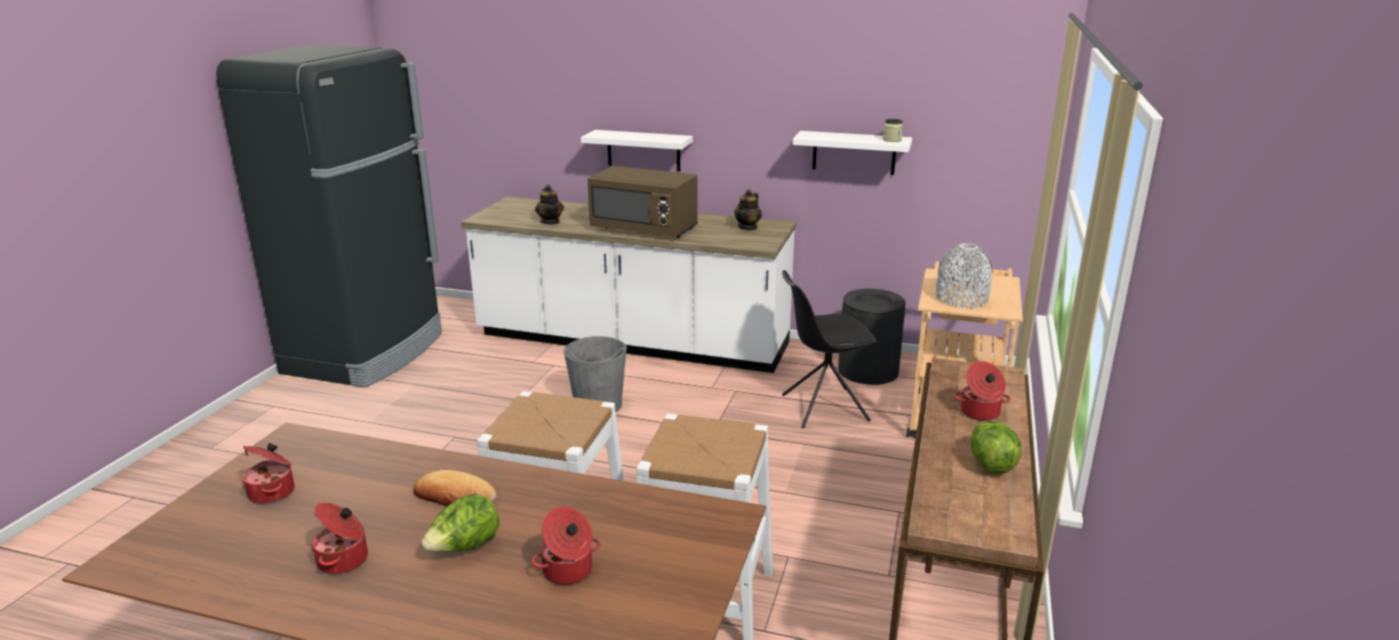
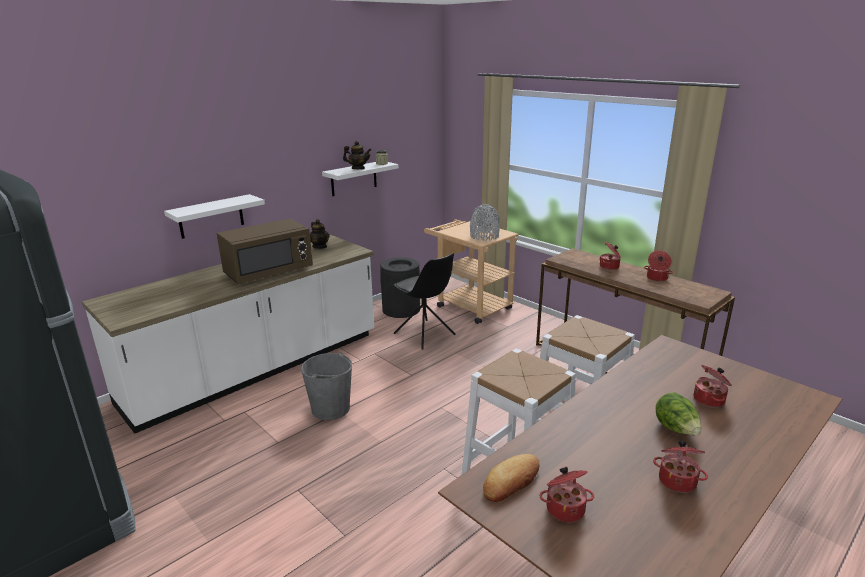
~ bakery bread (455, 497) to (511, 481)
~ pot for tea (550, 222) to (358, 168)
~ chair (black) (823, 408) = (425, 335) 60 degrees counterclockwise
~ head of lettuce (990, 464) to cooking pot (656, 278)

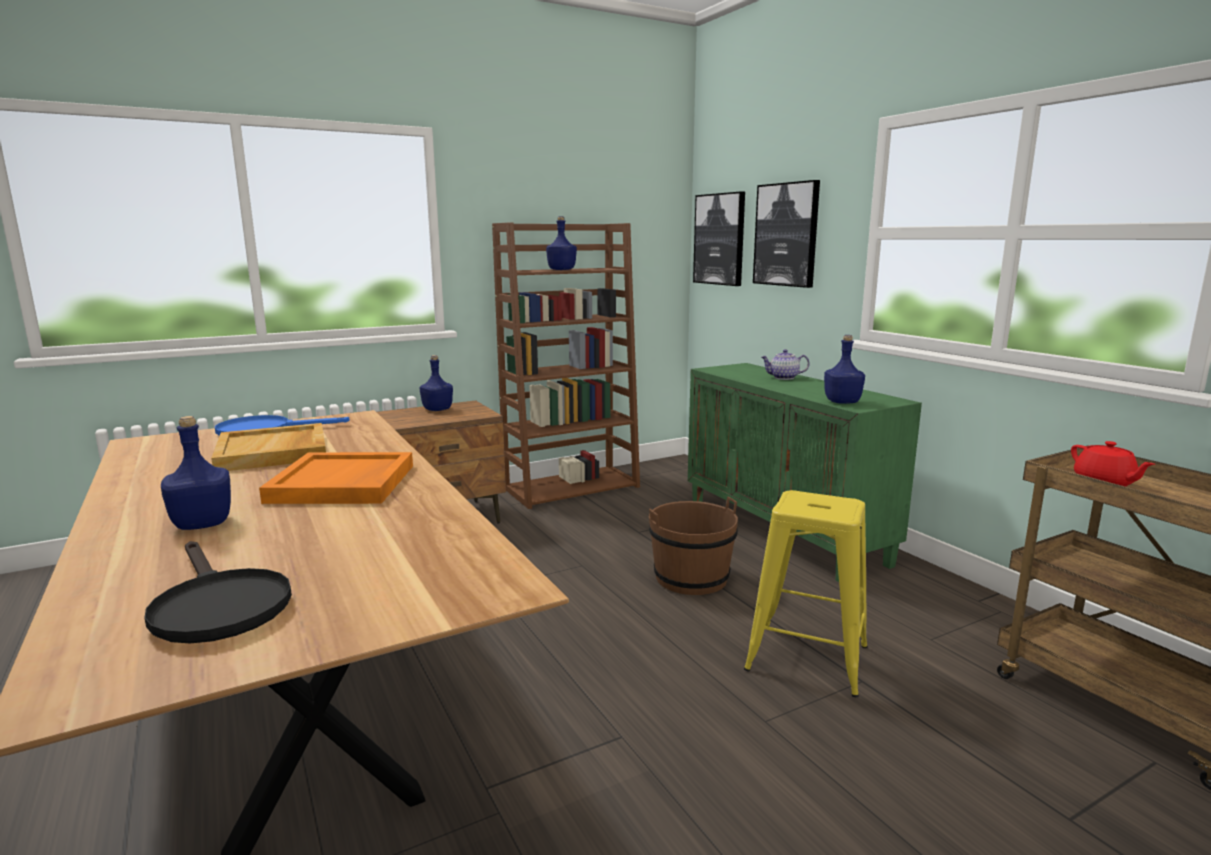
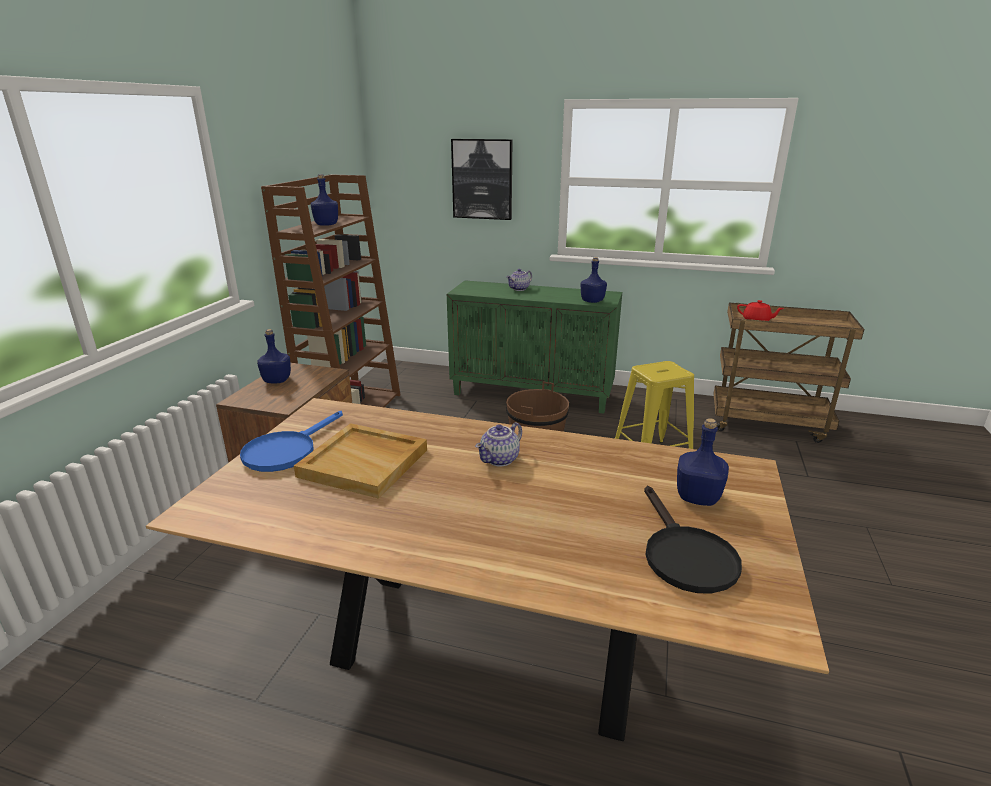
~ pan (black) (217, 605) = (684, 554) 75 degrees clockwise
~ beverage bottle (bluish) (203, 524) to (698, 497)
~ serving tray (orangey) (343, 484) to pot for tea (500, 460)
- wall art (720, 239)

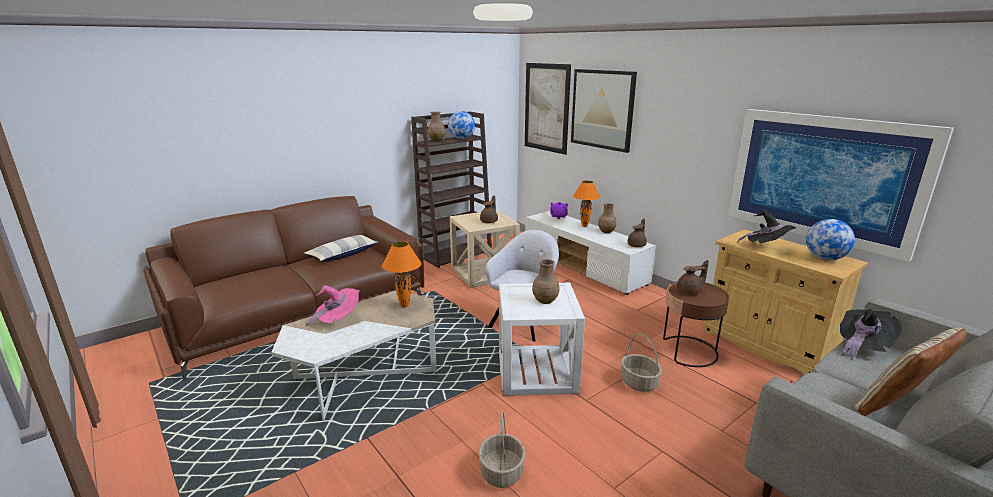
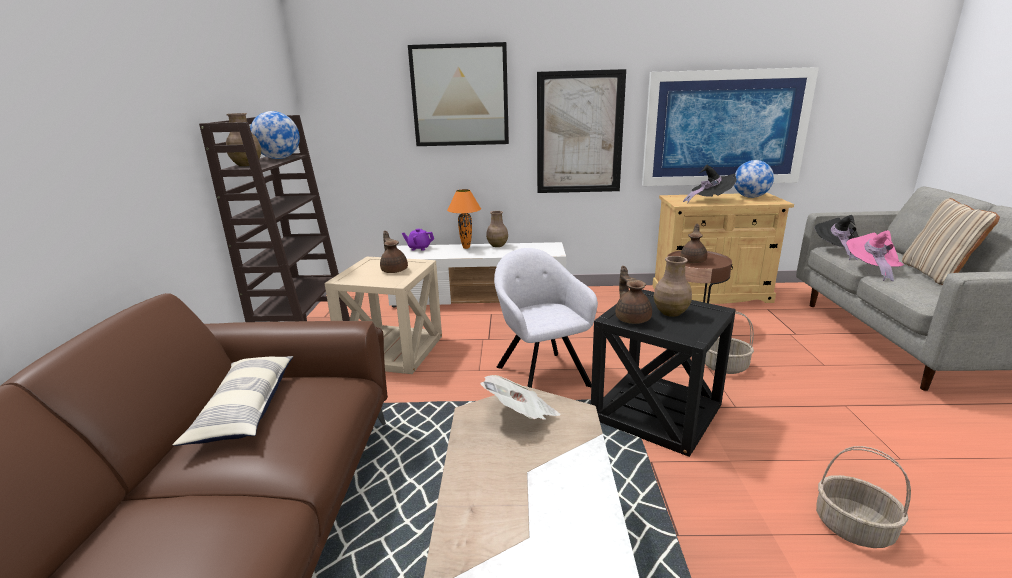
~ hat (pink) (338, 320) to (871, 269)
~ tabletop lamp (orangey) (405, 305) to newspaper (521, 415)
~ end table (white-coloured) (536, 371) to end table (black) (656, 412)
~ wall art (546, 108) to (579, 133)
~ pot for tea (brown) (637, 245) to (632, 318)

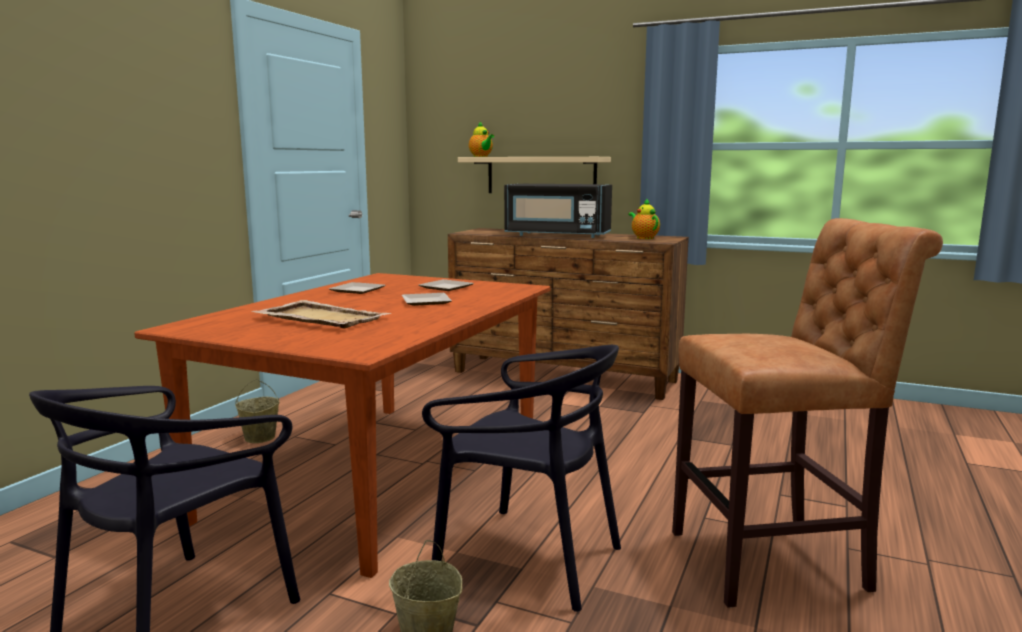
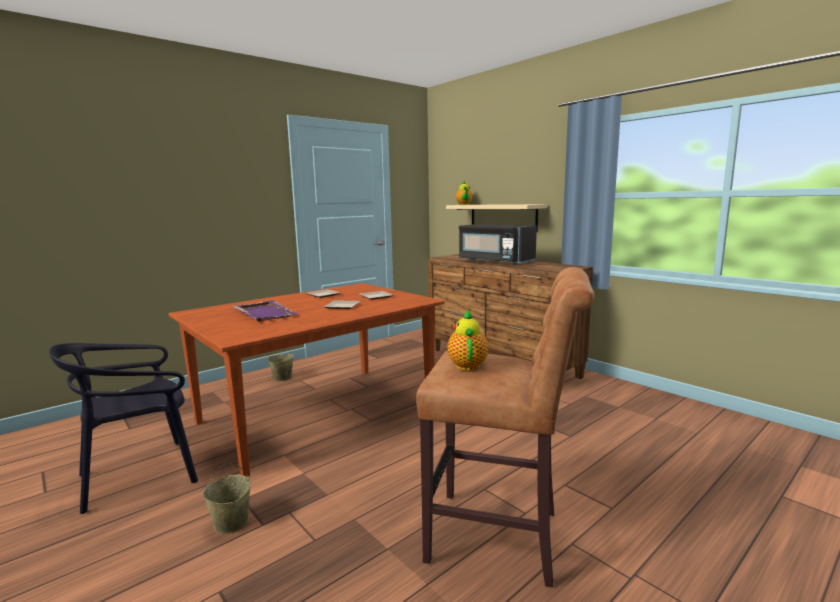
~ serving tray (beige-coloured) (321, 318) to serving tray (purple-coloured) (264, 313)
- chair (black) (528, 558)
~ pot for tea (644, 238) to (467, 365)

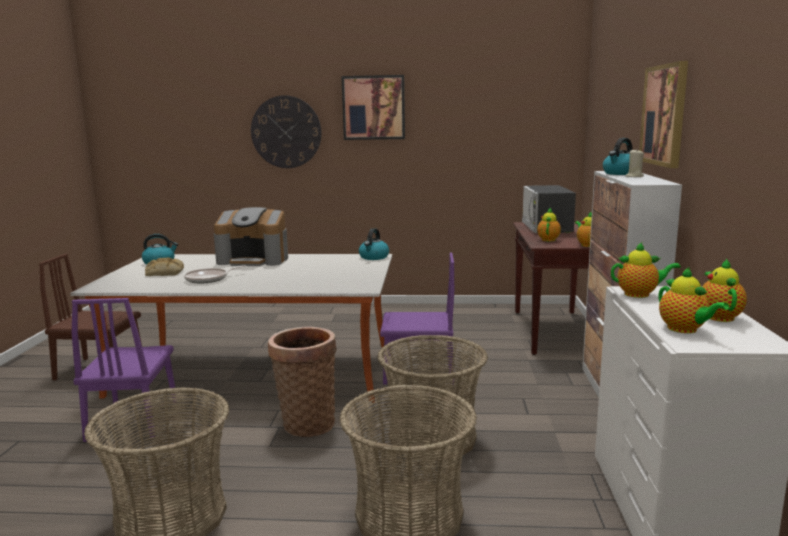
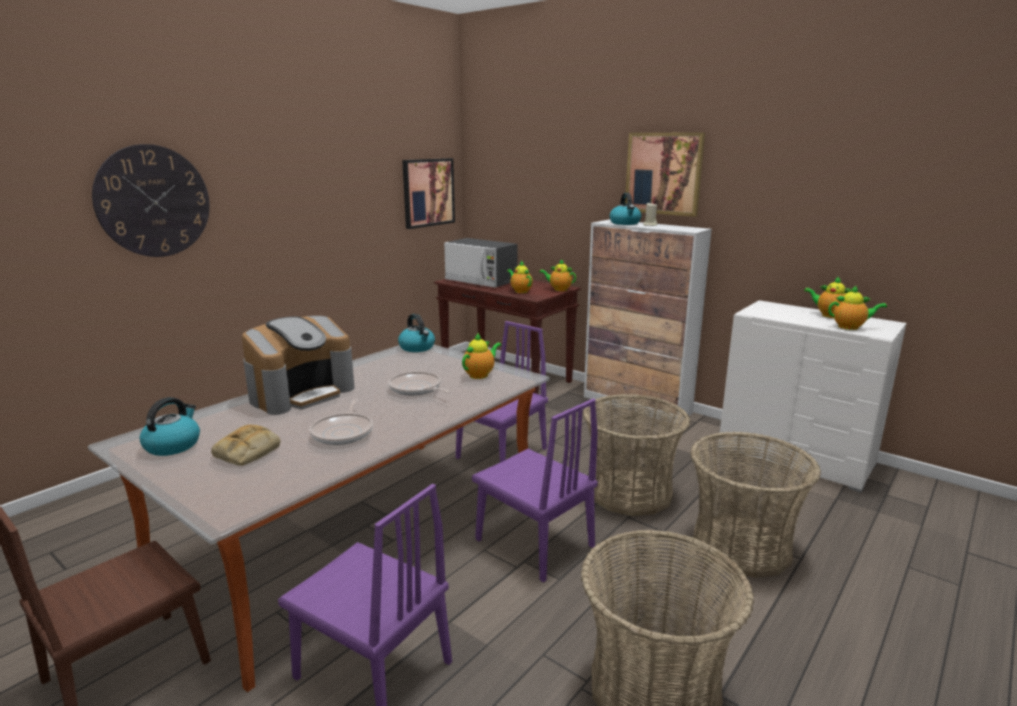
~ basket (306, 423) to chair (purple-coloured) (534, 542)
~ wall art (373, 107) to (428, 192)
~ pot for tea (639, 294) to (480, 375)
+ pan (416, 389)

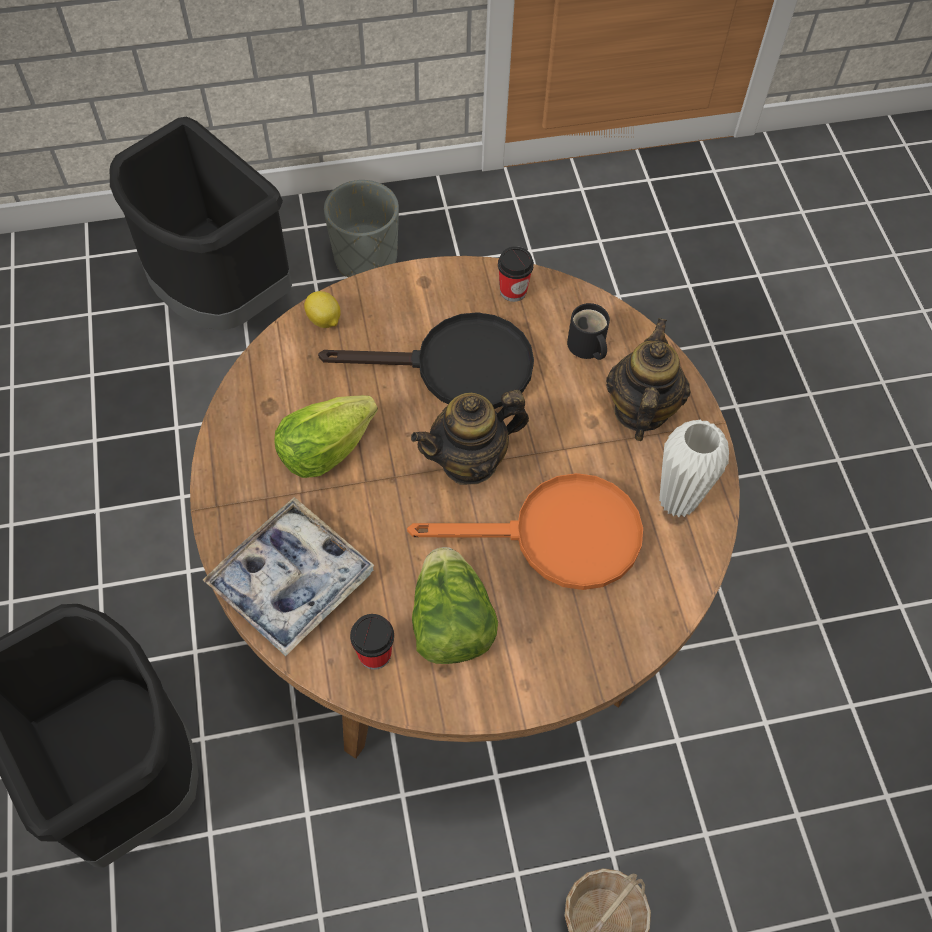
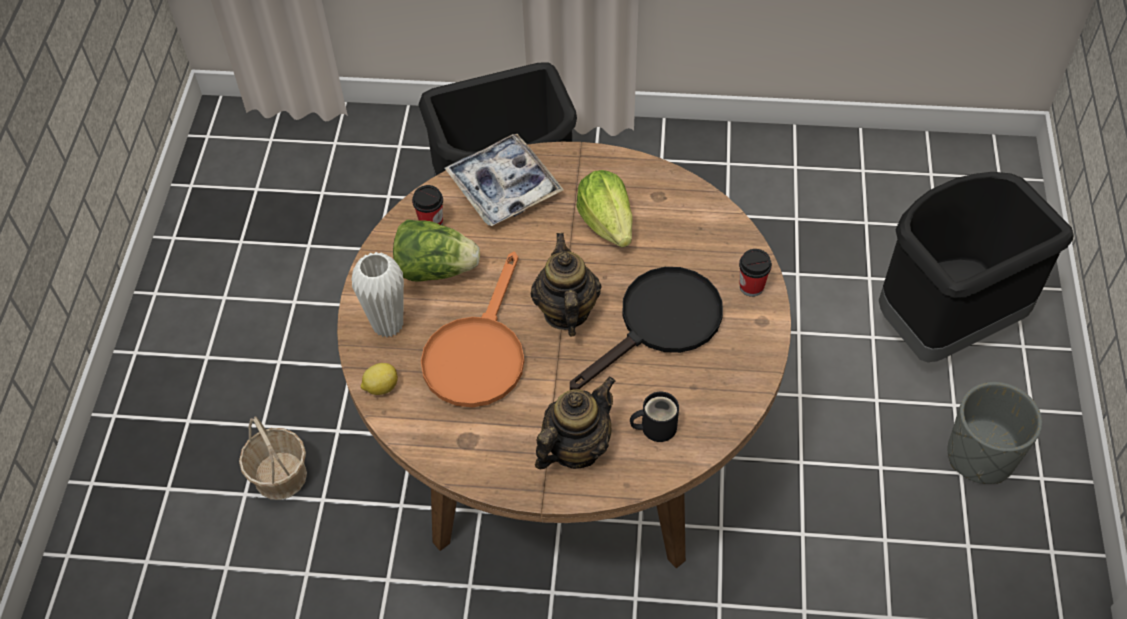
~ whole lemon (324, 320) to (380, 387)
~ pan (black) (457, 367) = (660, 324) 150 degrees counterclockwise
~ small cup (513, 291) to (751, 286)
~ pot for tea (640, 410) = (575, 448) 75 degrees counterclockwise
~ decorative vase (white-coloured) (677, 501) to (388, 325)

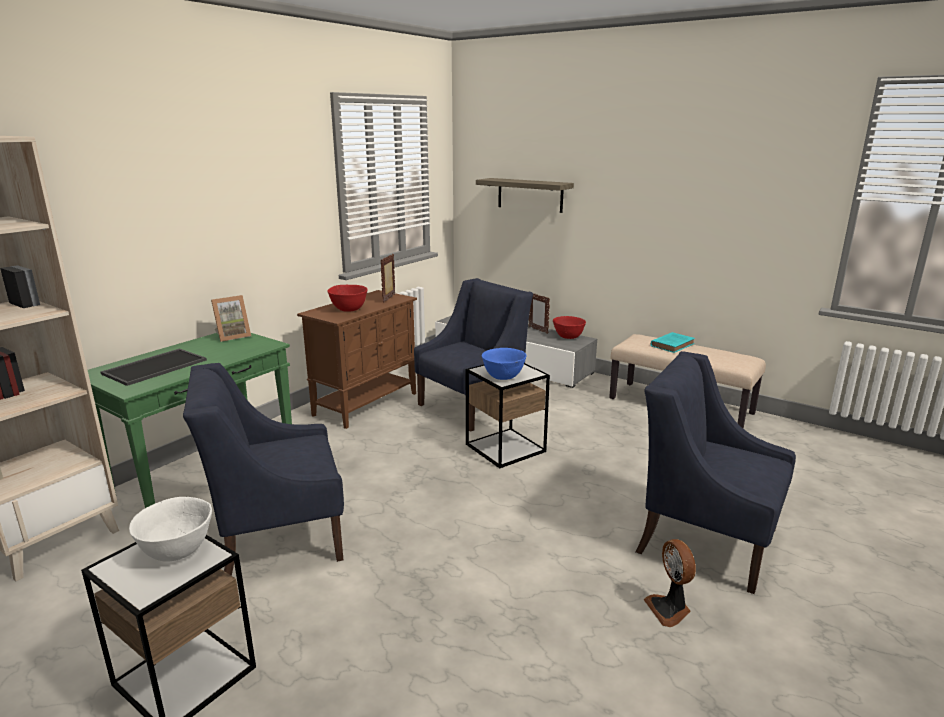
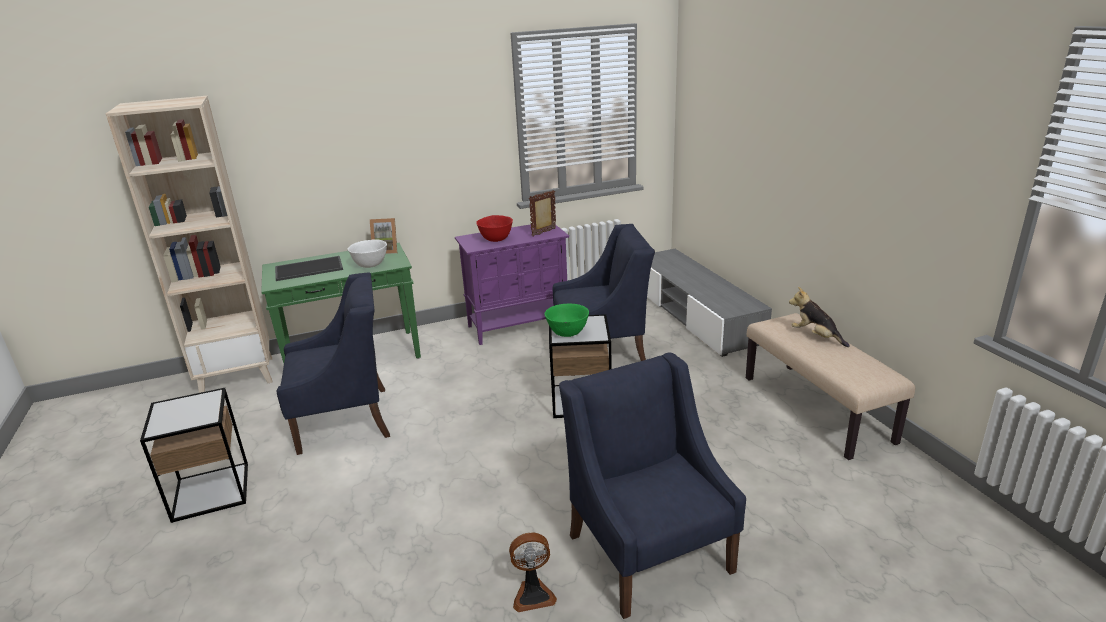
~ serving bowl (white-coloured) (178, 550) to (371, 265)
~ easy chair (bluish) (278, 536) = (345, 419) 150 degrees clockwise
~ cabinet (brown) (366, 404) to cabinet (purple-coloured) (519, 326)
- wall shelf (530, 195)
~ serving bowl (bluish) (503, 377) to serving bowl (green-coloured) (567, 333)
- picture frame (538, 330)
- serving bowl (red) (568, 337)
~ cooling fan (669, 609) = (533, 594) 120 degrees counterclockwise
~ volume (turquoise) (673, 345) to soft toy (815, 336)

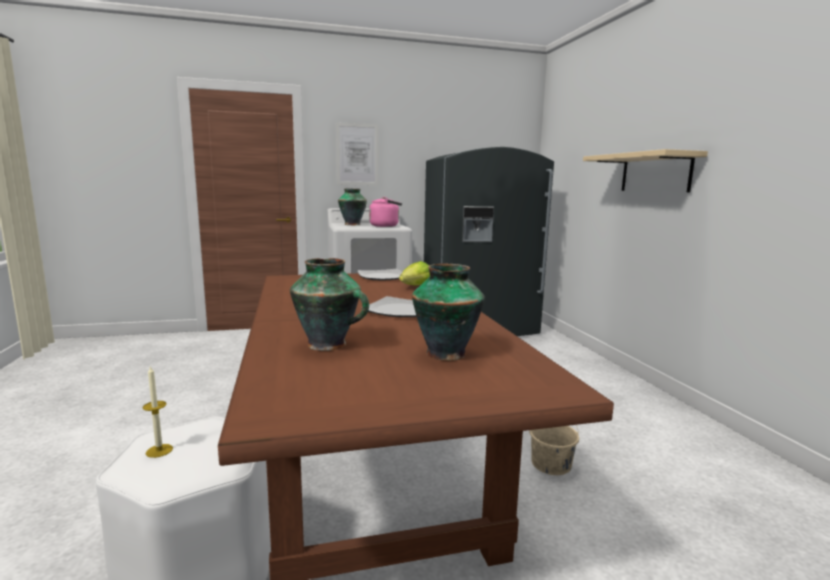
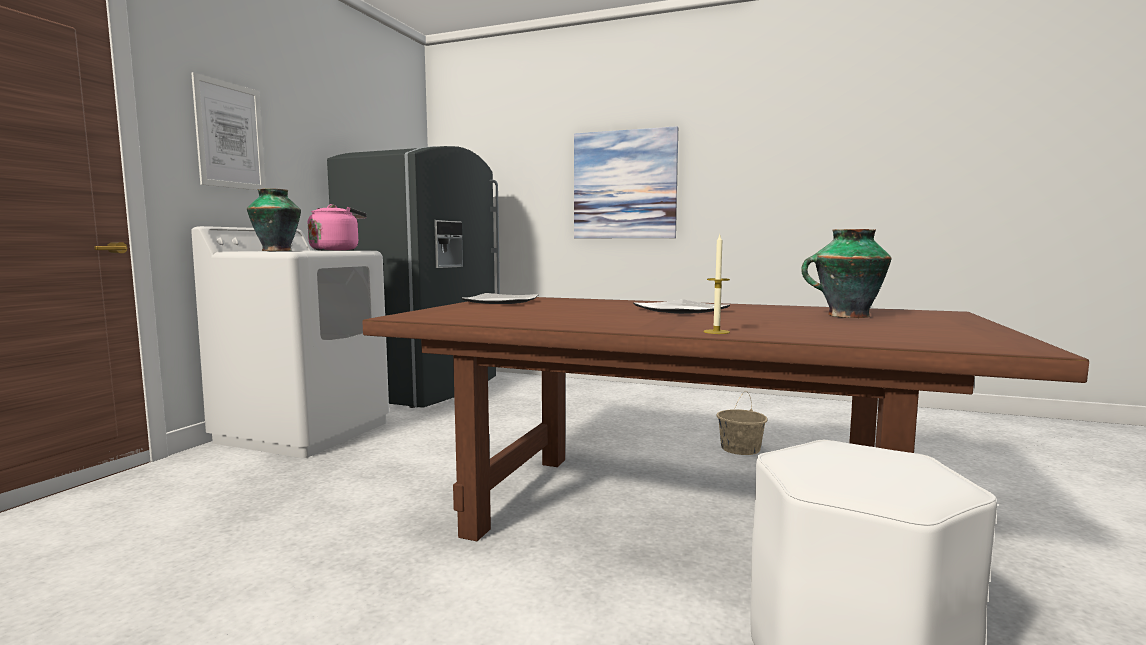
~ wax light (159, 450) to (716, 332)
- decorative vase (329, 345)
- head of lettuce (416, 286)
~ wall shelf (beige-coloured) (655, 173) to wall art (624, 185)

